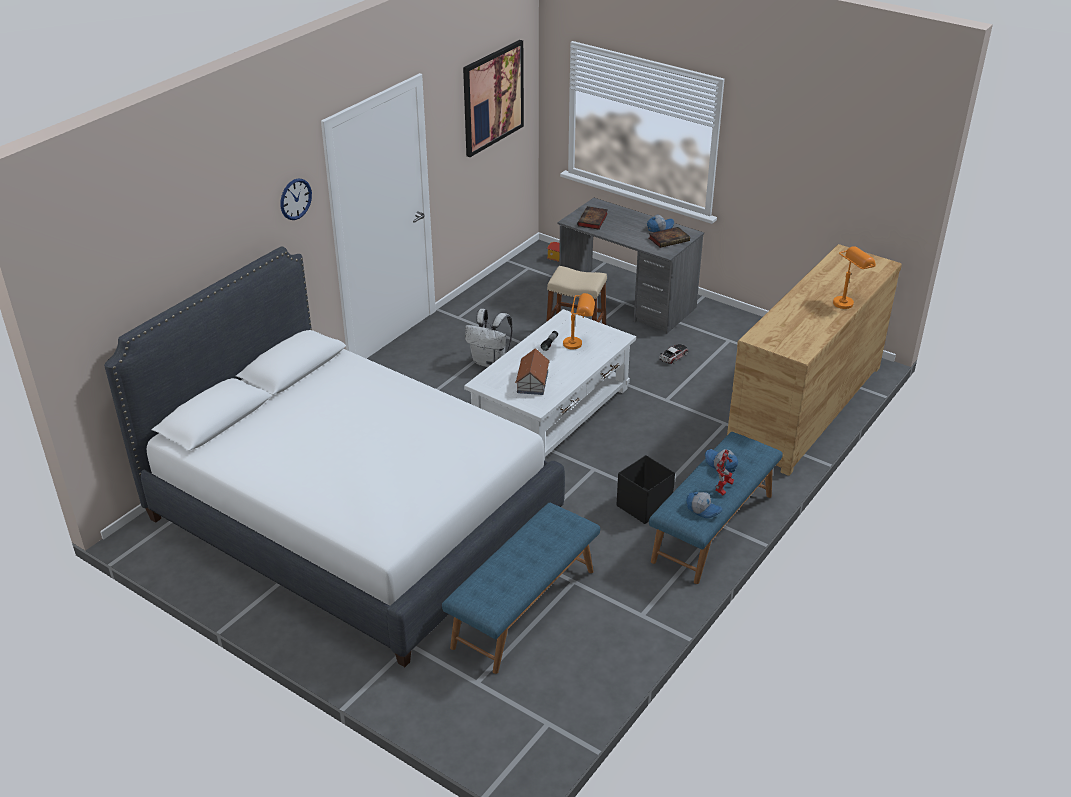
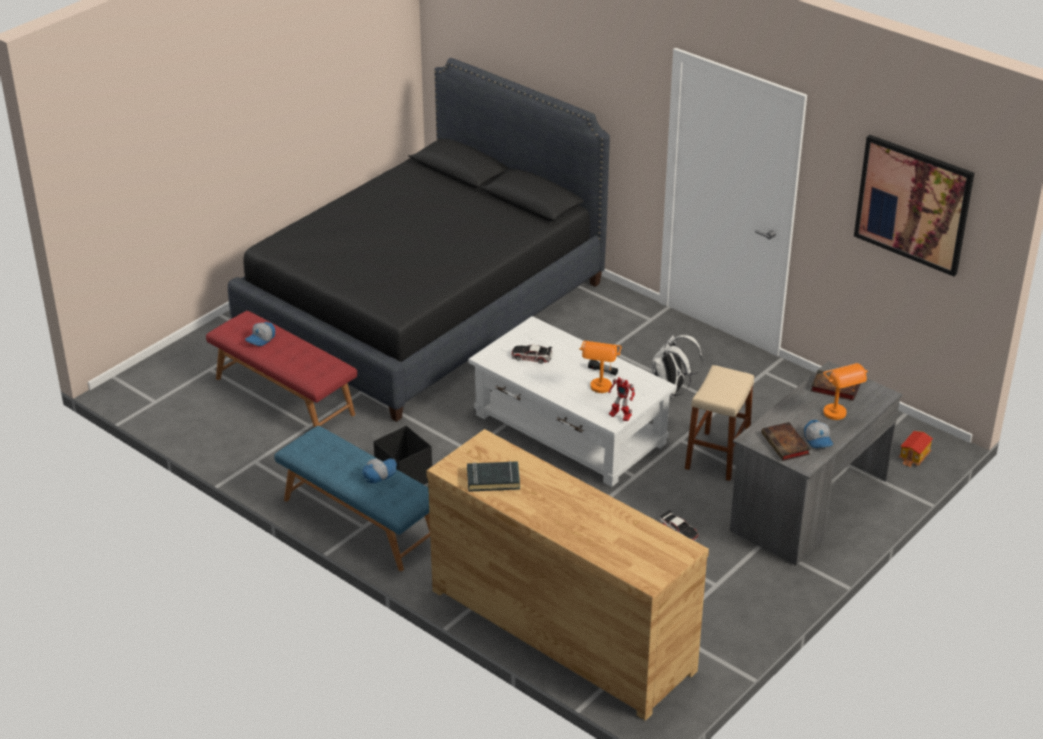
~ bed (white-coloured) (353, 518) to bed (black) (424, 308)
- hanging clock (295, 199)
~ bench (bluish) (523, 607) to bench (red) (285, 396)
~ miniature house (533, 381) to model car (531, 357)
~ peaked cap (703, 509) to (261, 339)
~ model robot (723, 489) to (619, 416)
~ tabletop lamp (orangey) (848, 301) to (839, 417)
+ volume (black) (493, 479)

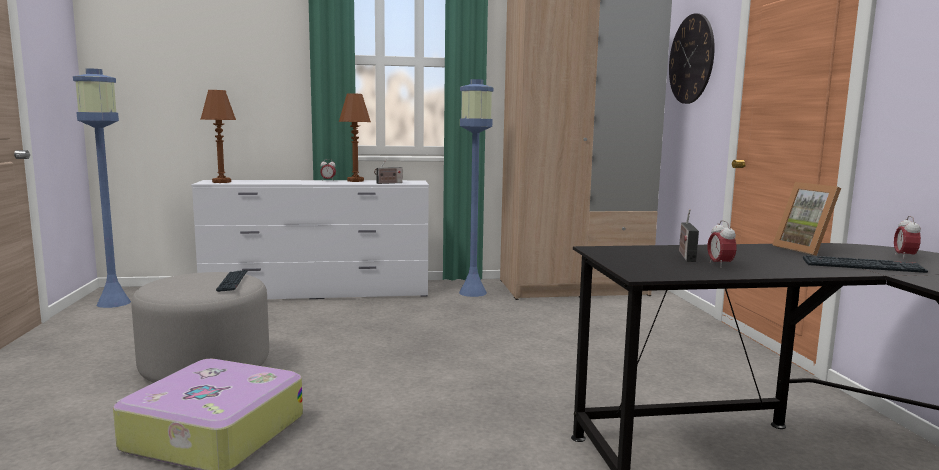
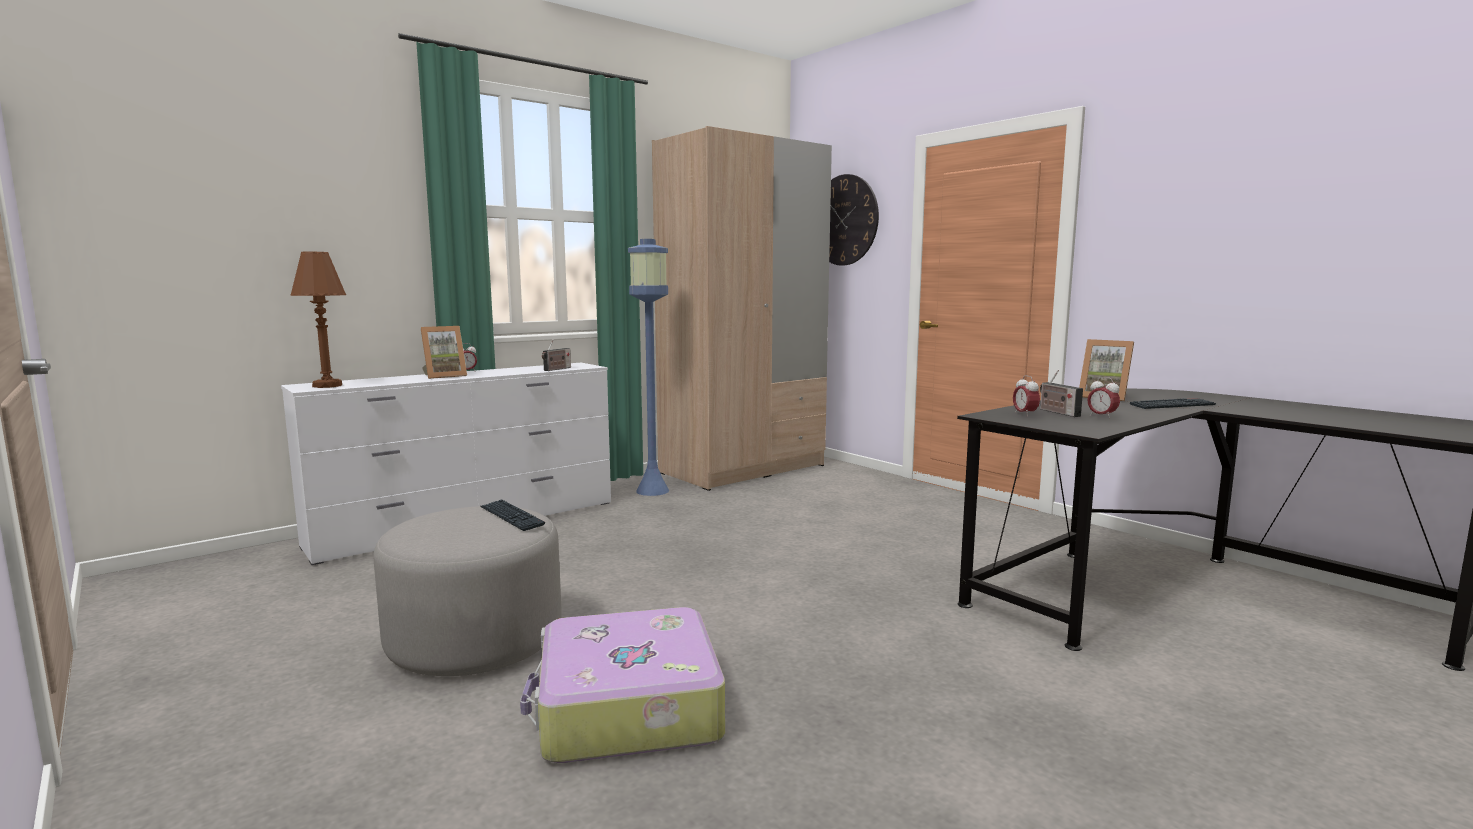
- floor lamp (bluish) (113, 303)
- tabletop lamp (brown) (355, 181)
~ alarm clock (904, 257) to (1024, 414)
+ picture frame (444, 376)

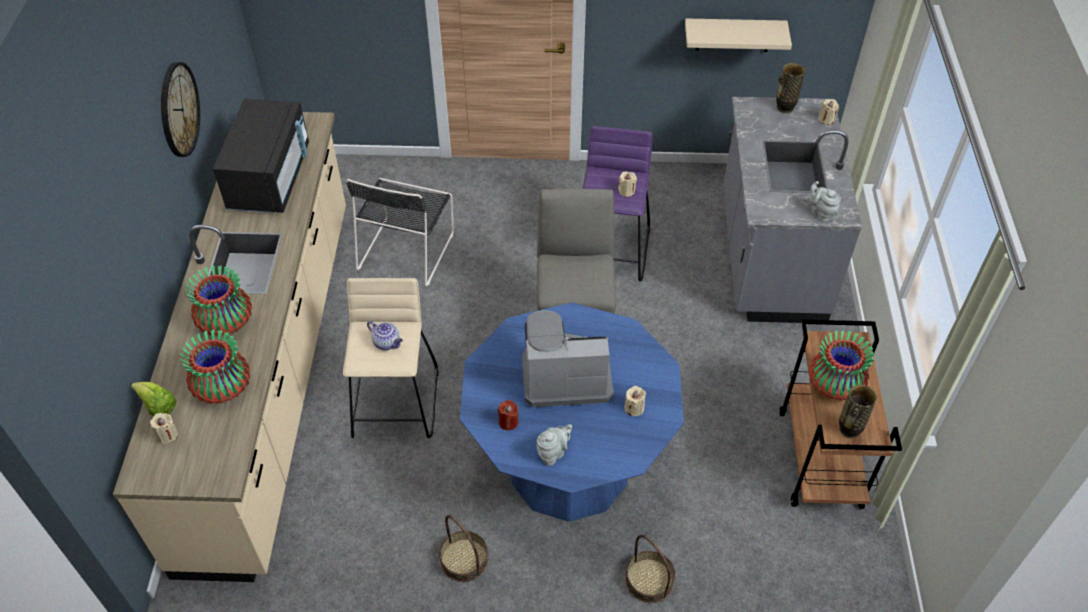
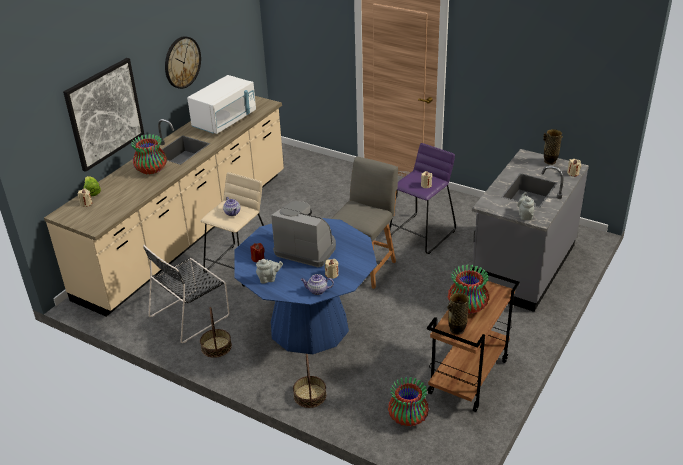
~ decorative vase (222, 388) to (407, 417)
~ microwave (black) (270, 178) to microwave (white-coloured) (225, 120)
~ chair (black) (407, 249) to (191, 315)
- wall shelf (beige-coloured) (733, 35)
+ wall art (104, 113)
+ pot for tea (317, 290)

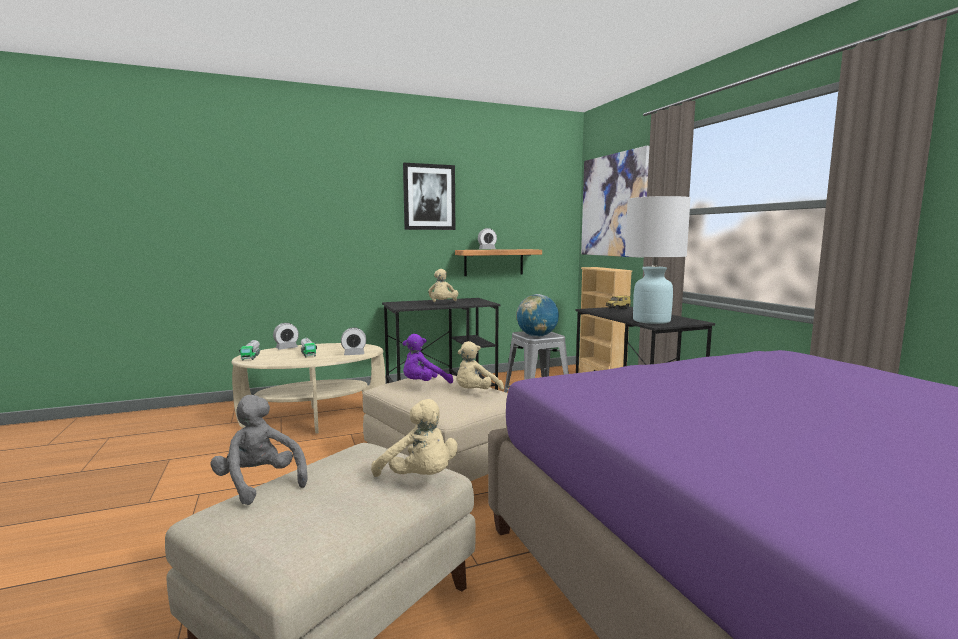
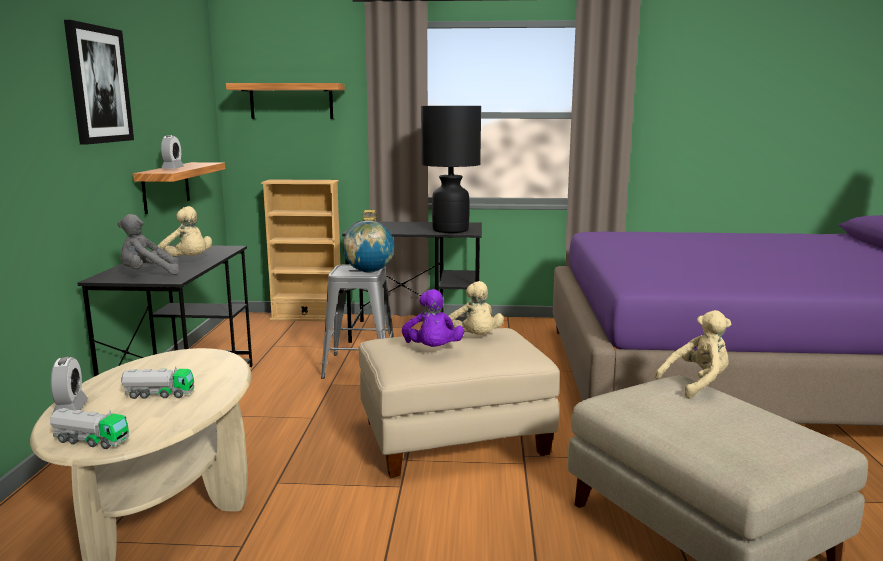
~ soft toy (greyish) (259, 483) to (148, 274)
- alarm clock (354, 354)
~ wall art (613, 205) to wall shelf (291, 101)
~ tabletop lamp (white-coloured) (651, 321) to tabletop lamp (black) (451, 230)

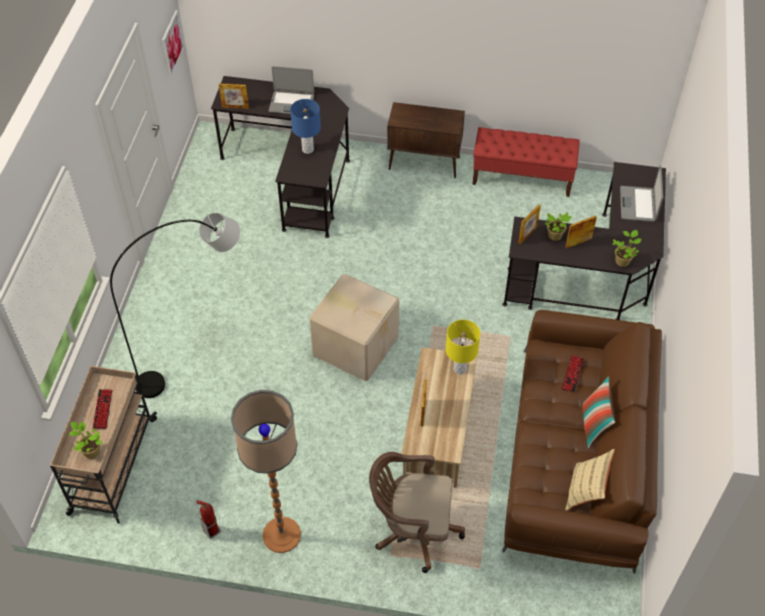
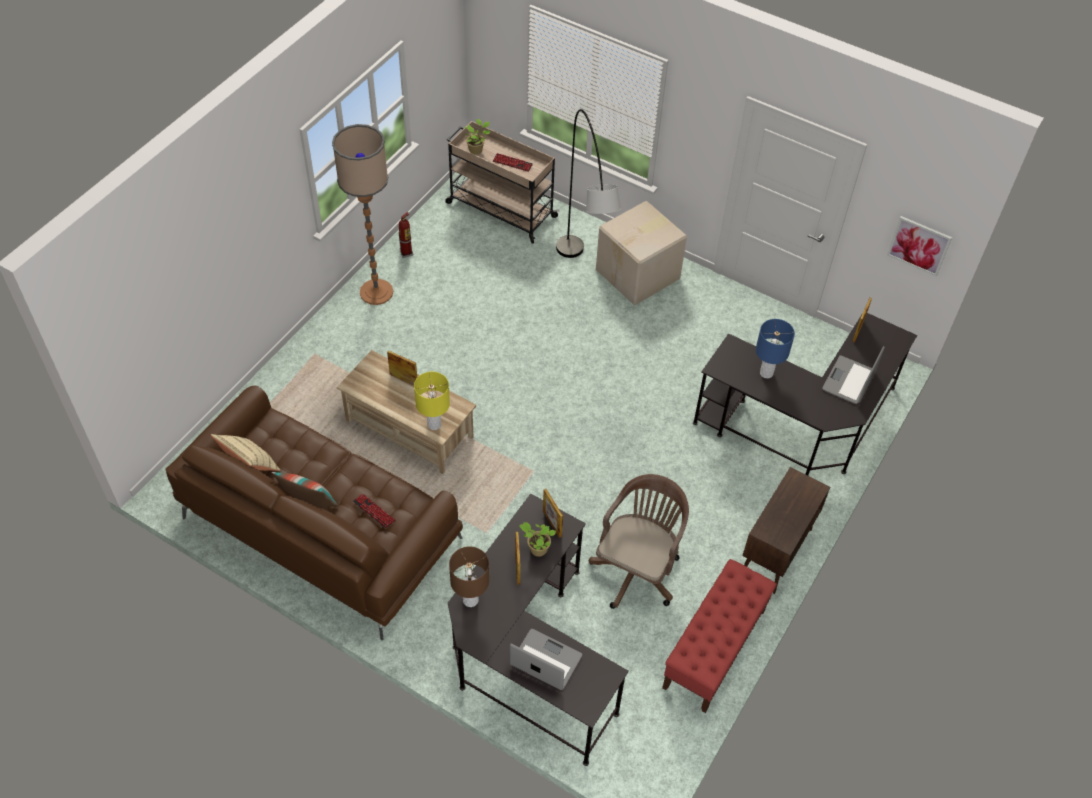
~ cardboard box (355, 345) to (639, 274)
~ computer chair (brown) (412, 529) to (637, 569)
~ houseplant (623, 260) to tabletop lamp (brown) (470, 600)

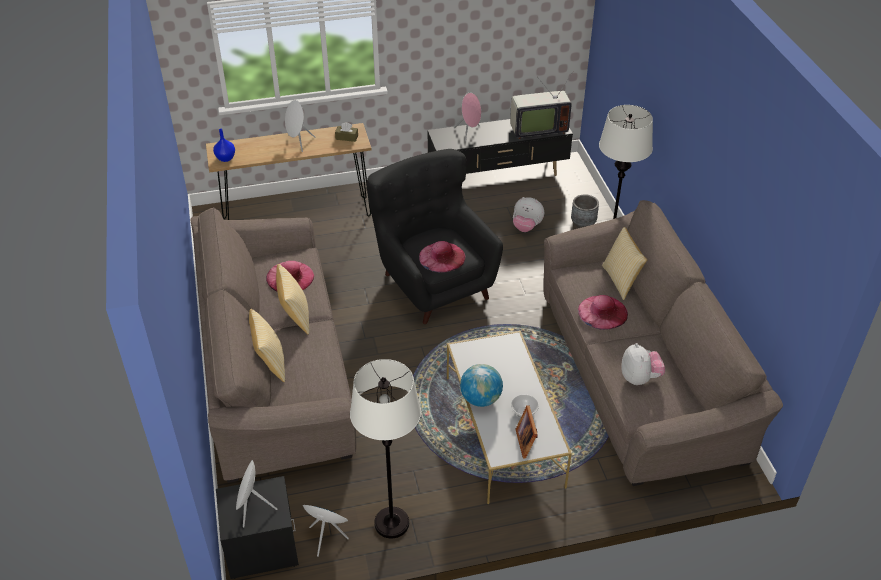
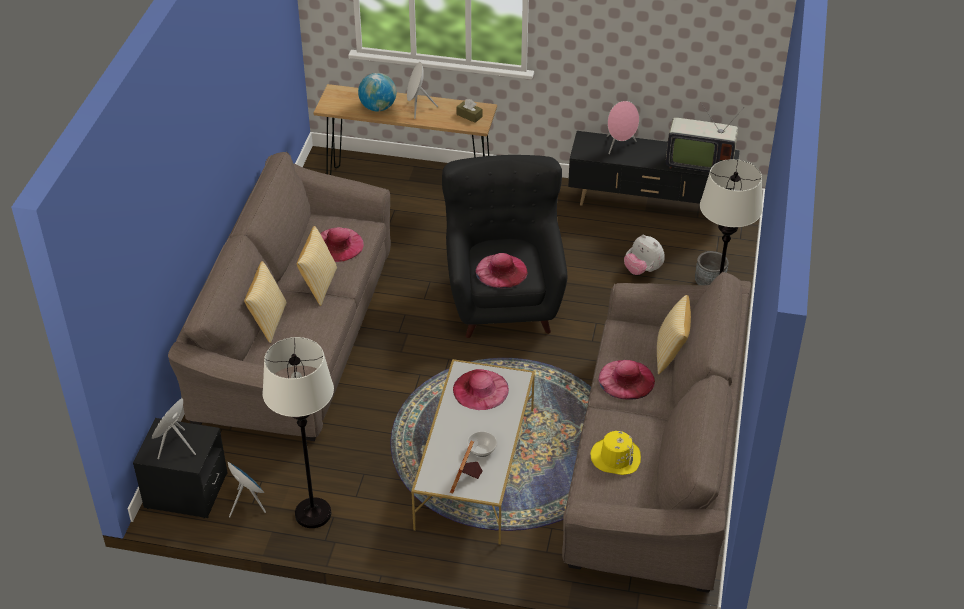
- decorative vase (bluish) (225, 158)
~ globe (481, 399) to (378, 107)
~ soft toy (640, 378) to hat (yellow) (615, 457)
+ hat (pink) (480, 389)

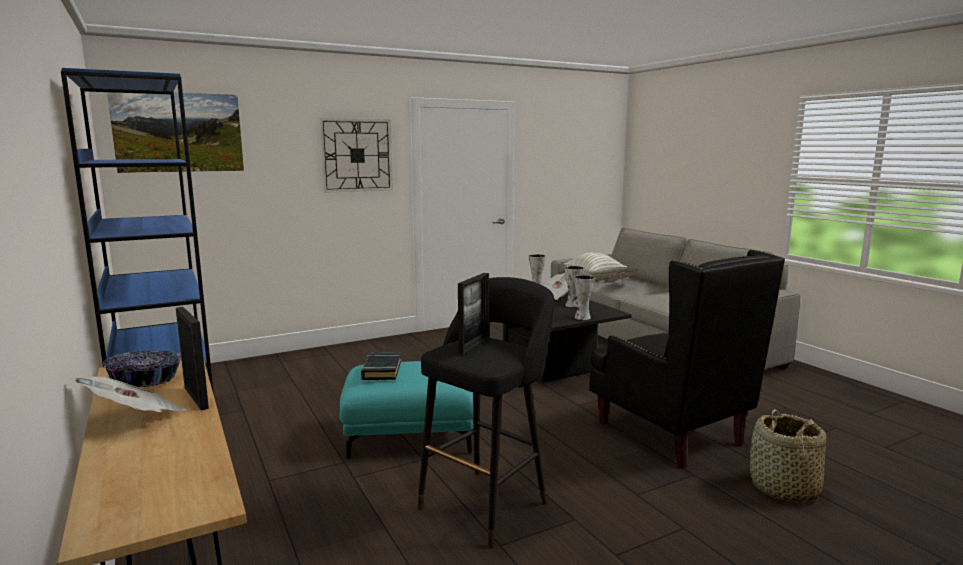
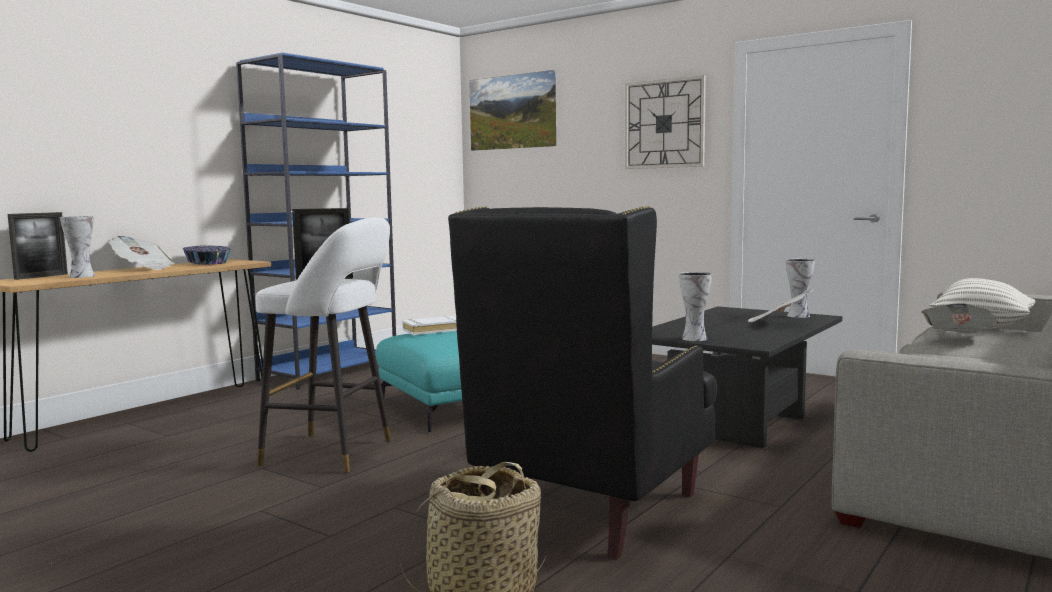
~ picture frame (196, 397) to (41, 276)
~ volume (black) (381, 370) to volume (white-coloured) (433, 330)
~ sitting stool (black) (487, 502) to sitting stool (white-coloured) (334, 453)
~ decorative vase (573, 305) to (80, 276)

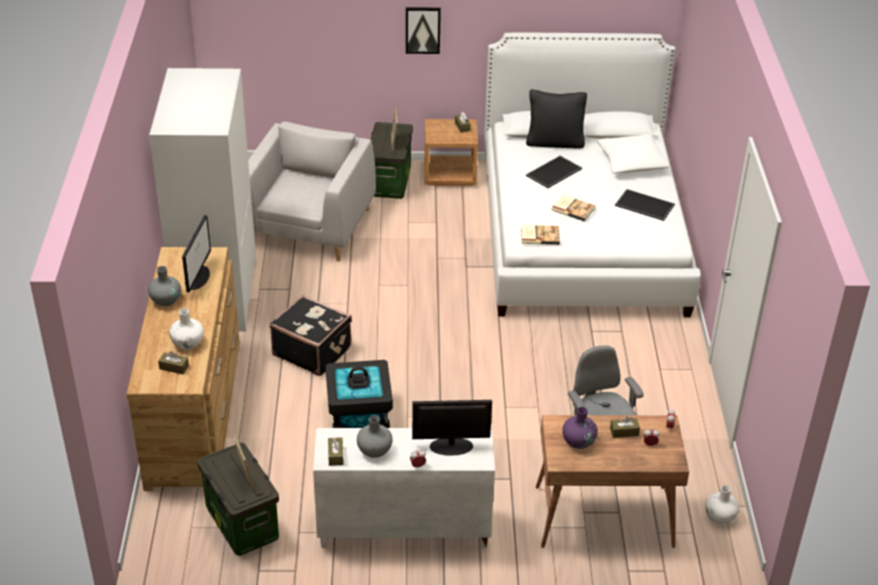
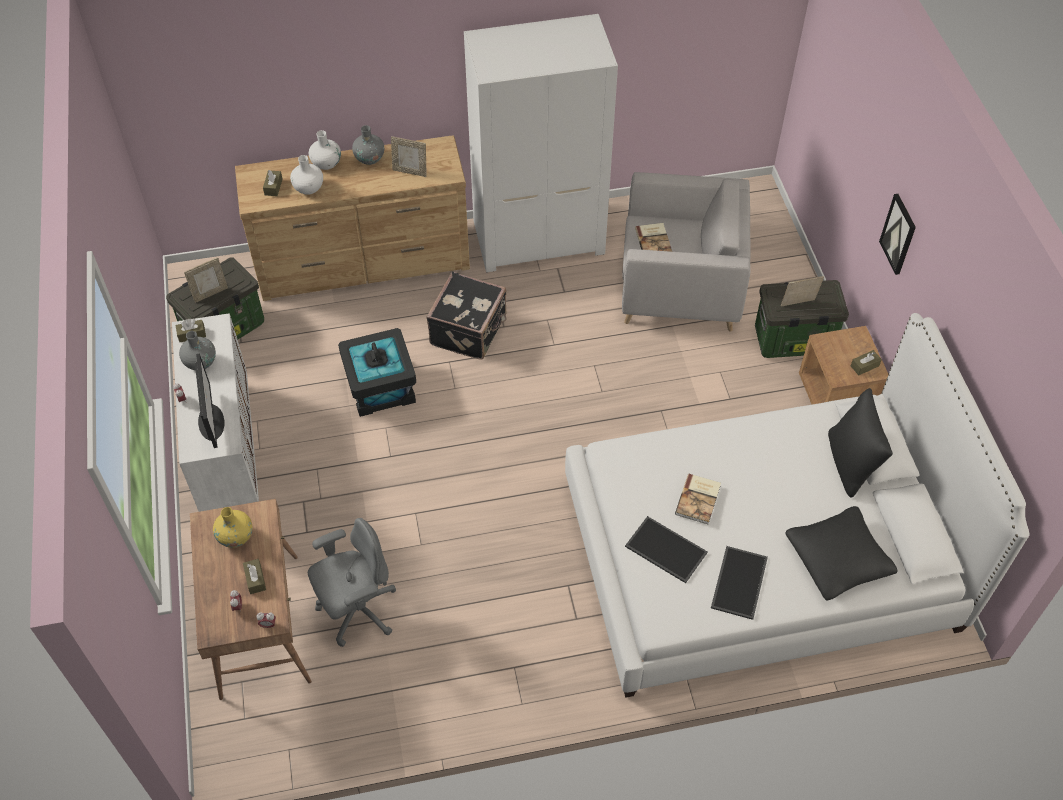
~ monitor (197, 277) to picture frame (410, 171)
~ volume (539, 236) to (654, 241)
~ serving tray (554, 173) to (664, 550)
~ decorative vase (purple-coloured) (578, 442) to decorative vase (yellow) (236, 536)
~ throw pillow (white-coloured) (631, 163) to throw pillow (black) (838, 559)
~ decorative vase (white-coloured) (719, 517) to (326, 163)

